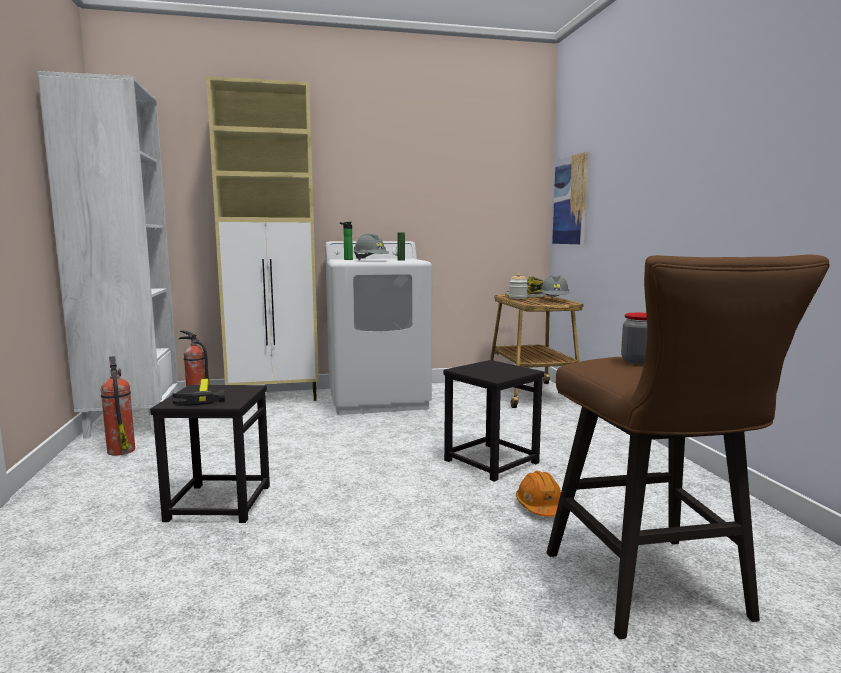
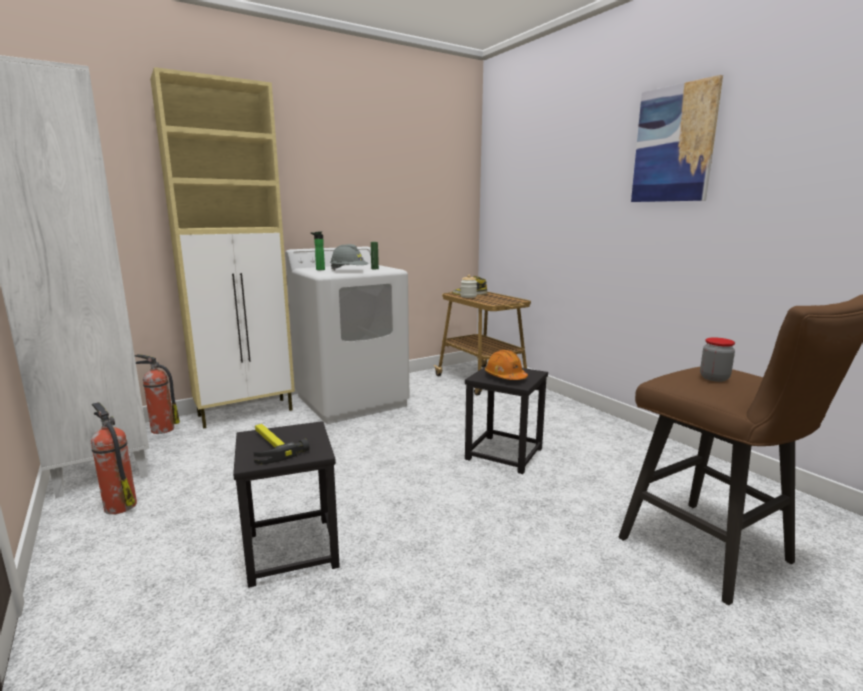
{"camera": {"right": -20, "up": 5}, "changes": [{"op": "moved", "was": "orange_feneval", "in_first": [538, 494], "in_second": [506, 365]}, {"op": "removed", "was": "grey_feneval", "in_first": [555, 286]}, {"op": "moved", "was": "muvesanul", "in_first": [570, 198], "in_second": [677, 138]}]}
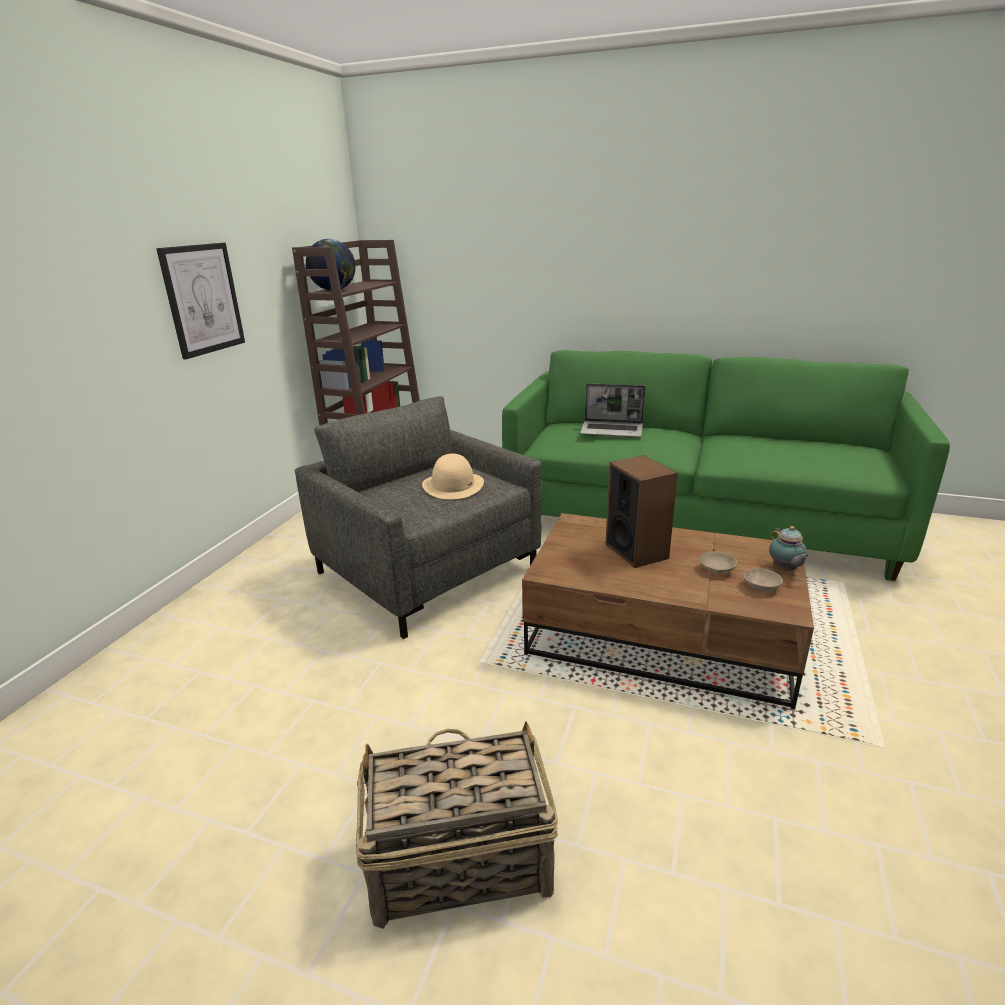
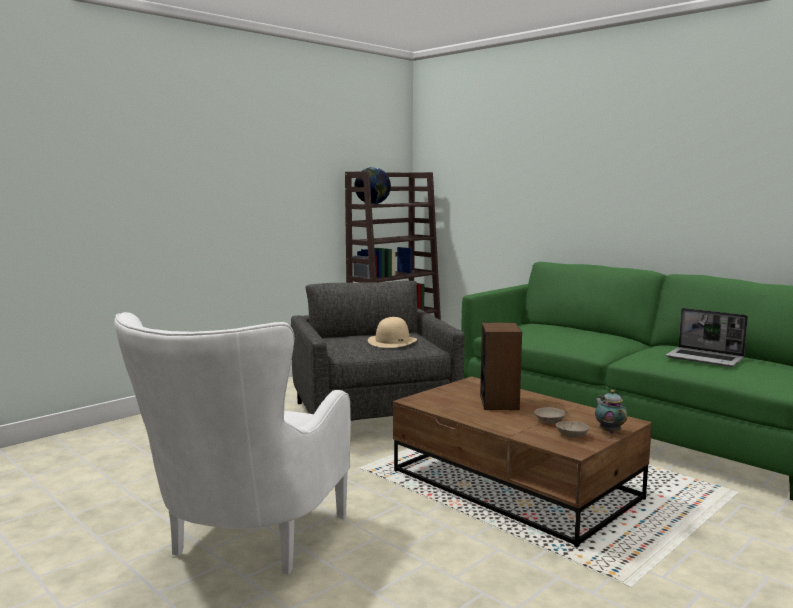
{"camera": {"right": 25, "up": -15}, "changes": [{"op": "removed", "was": "muvesanul", "in_first": [200, 301]}, {"op": "replaced", "was": "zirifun", "now": "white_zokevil", "in_first": [457, 825], "in_second": [232, 443]}, {"op": "moved", "was": "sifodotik", "in_first": [613, 410], "in_second": [707, 337]}, {"op": "turned", "was": "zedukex", "in_first": [789, 548], "in_second": [611, 412], "clockwise": 150}]}
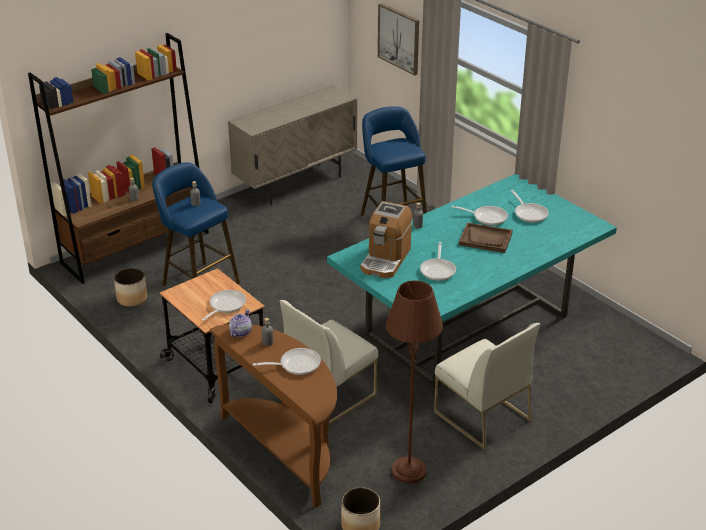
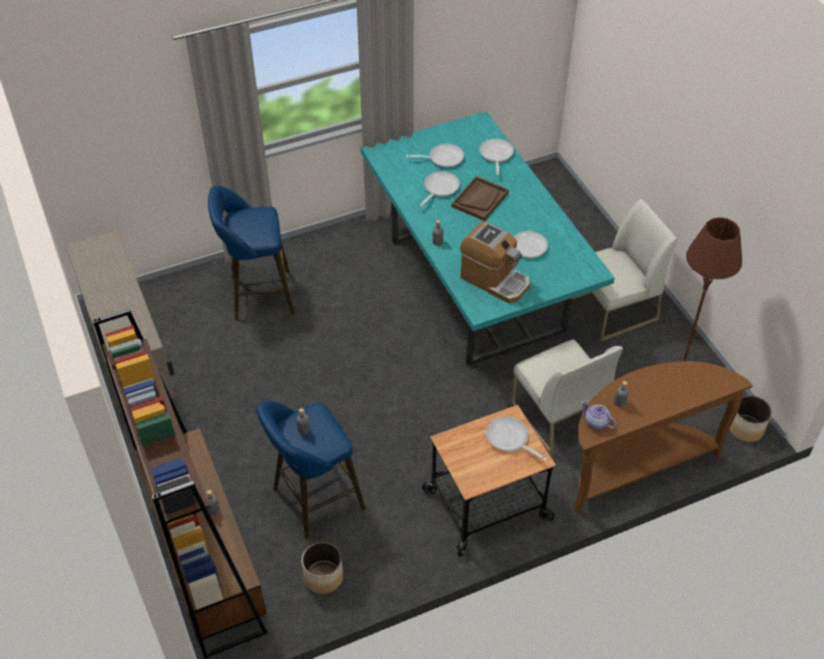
{"camera": {"right": -75, "up": 15}, "changes": [{"op": "moved", "was": "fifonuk", "in_first": [287, 361], "in_second": [496, 157]}, {"op": "removed", "was": "muvesanul", "in_first": [398, 39]}]}
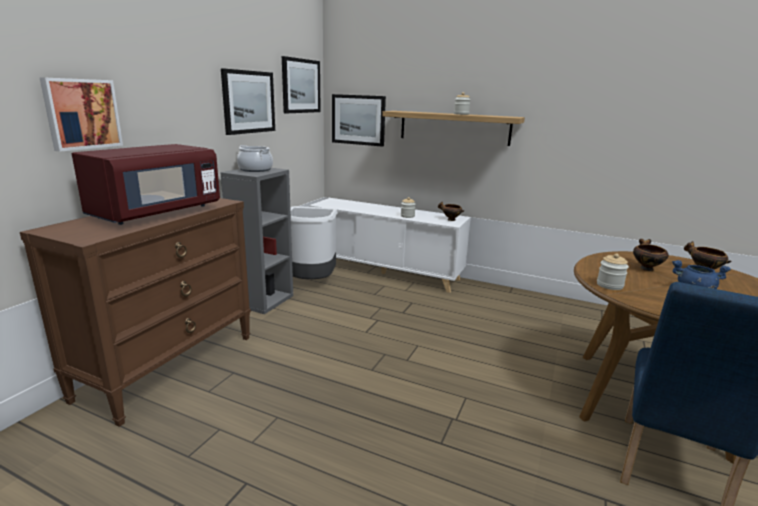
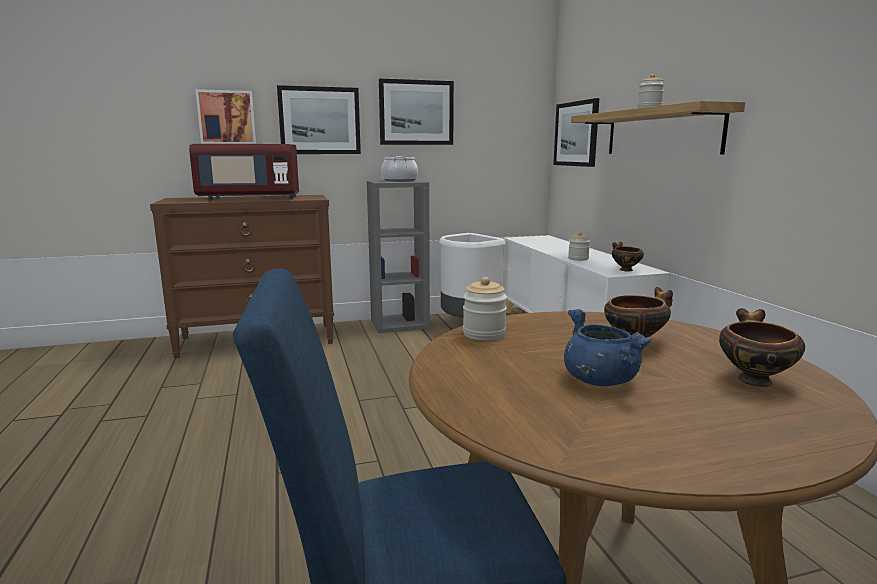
{"camera": {"right": 50, "up": -5}, "changes": [{"op": "moved", "was": "muvesanul", "in_first": [301, 85], "in_second": [319, 119]}]}
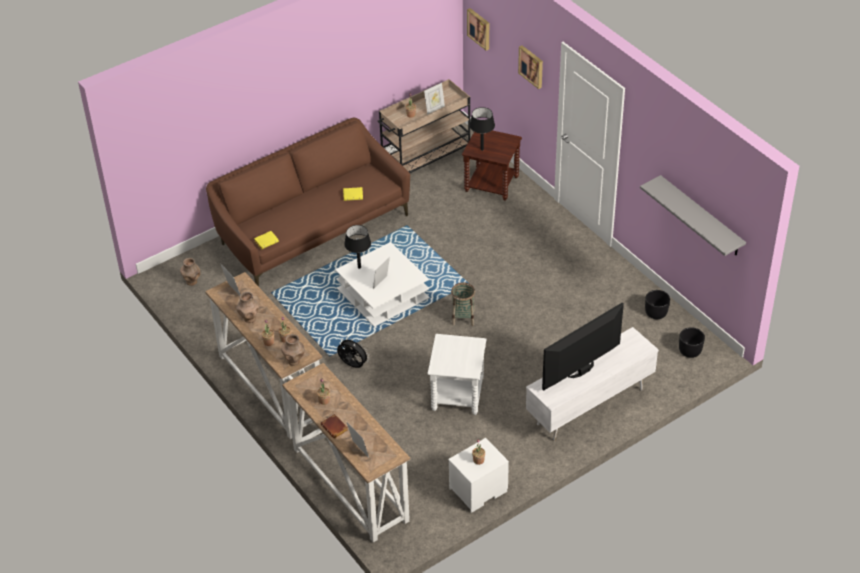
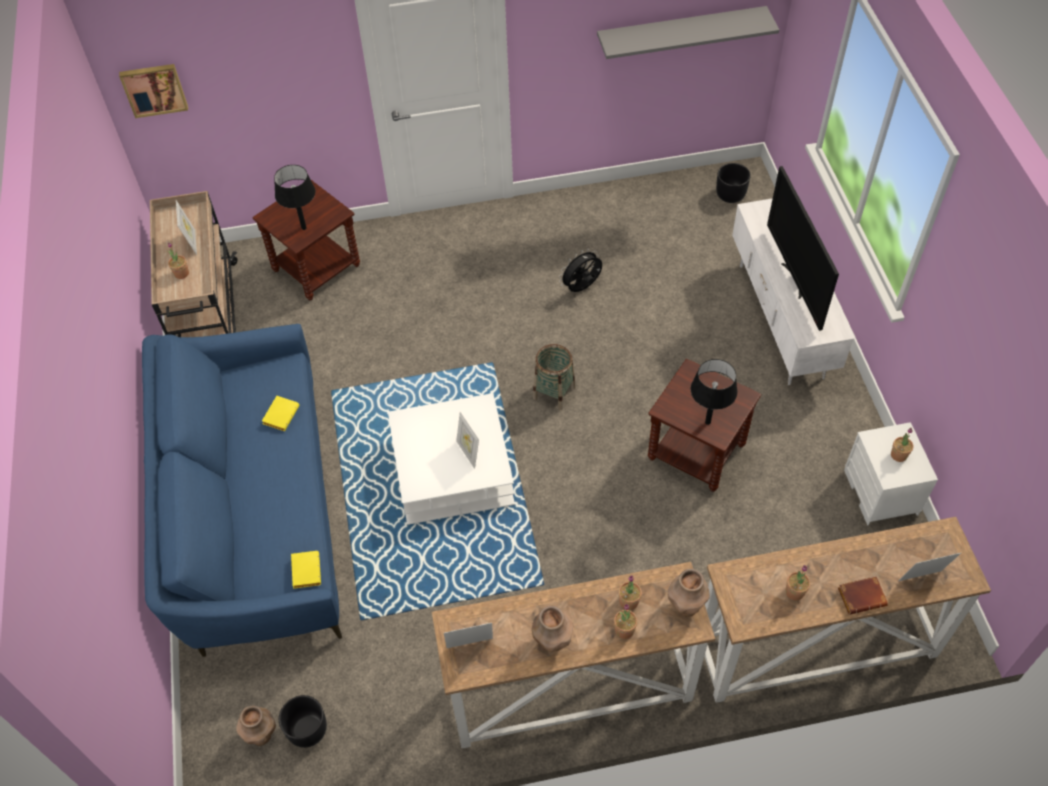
{"camera": {"right": -65, "up": 10}, "changes": [{"op": "recoloured", "was": "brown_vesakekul", "now": "blue_vesakekul", "in_first": [308, 202], "in_second": [242, 490]}, {"op": "moved", "was": "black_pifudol", "in_first": [353, 352], "in_second": [580, 270]}, {"op": "moved", "was": "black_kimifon", "in_first": [357, 247], "in_second": [714, 392]}, {"op": "recoloured", "was": "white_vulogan", "now": "brown_vulogan", "in_first": [457, 374], "in_second": [704, 425]}, {"op": "removed", "was": "muvesanul", "in_first": [530, 67]}, {"op": "moved", "was": "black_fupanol", "in_first": [657, 304], "in_second": [303, 721]}]}
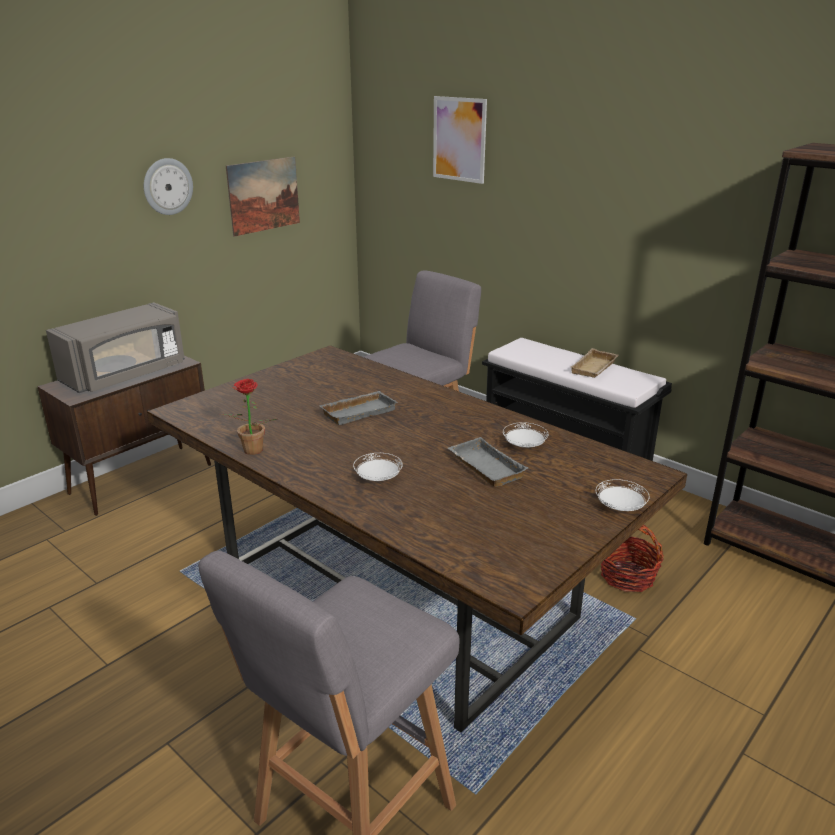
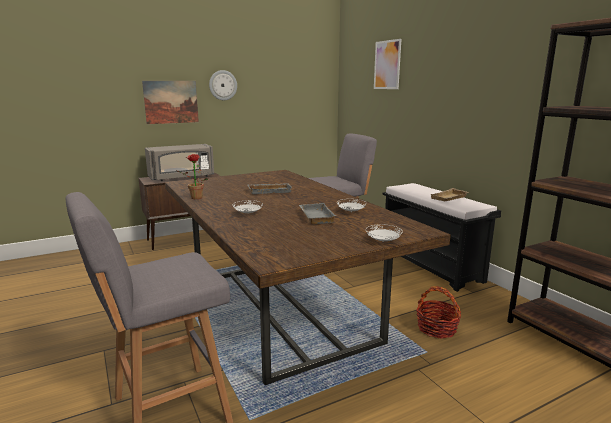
{"camera": {"right": 20, "up": -10}, "changes": [{"op": "moved", "was": "muvesanul", "in_first": [263, 197], "in_second": [170, 102]}]}
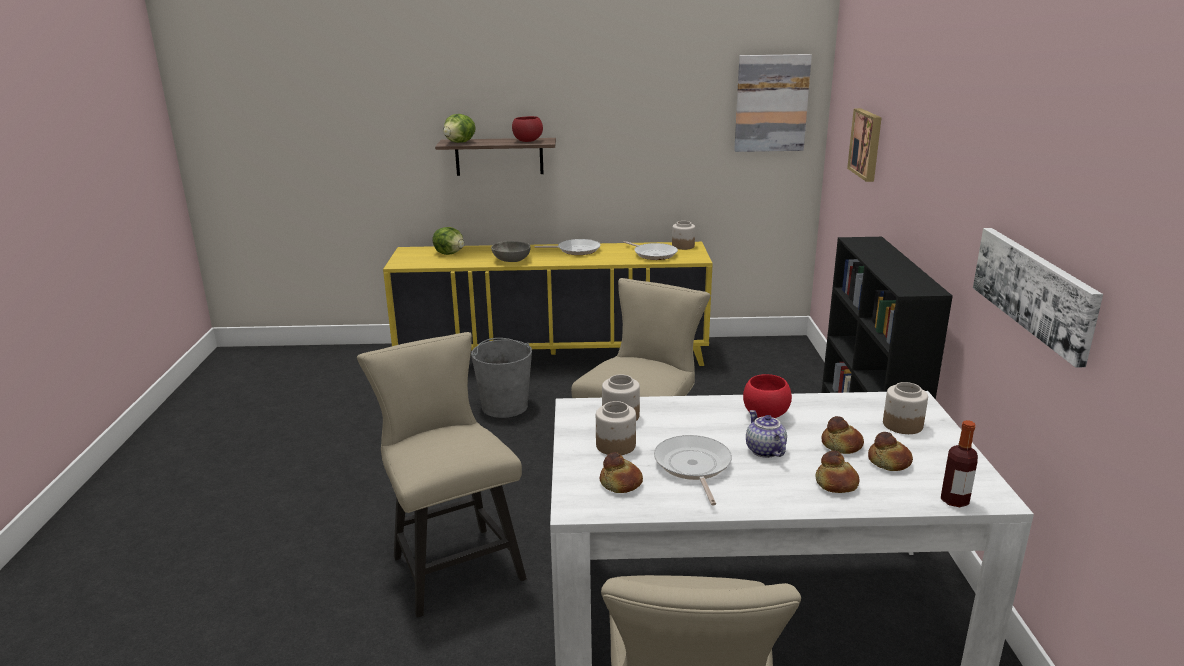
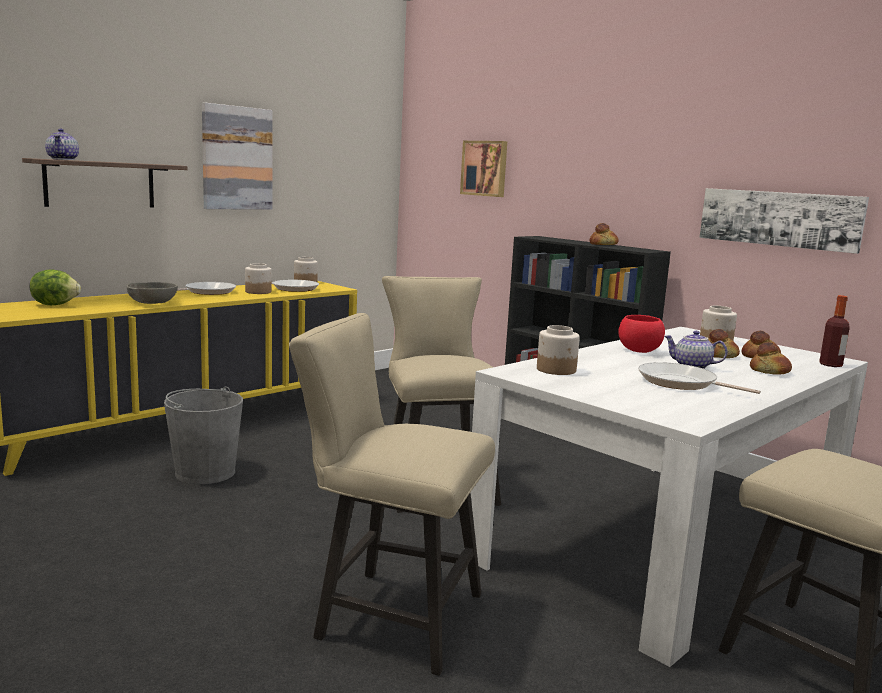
{"camera": {"right": -45, "up": -10}, "changes": [{"op": "replaced", "was": "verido", "now": "zedukex", "in_first": [459, 128], "in_second": [62, 144]}, {"op": "removed", "was": "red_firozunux", "in_first": [527, 129]}, {"op": "moved", "was": "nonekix", "in_first": [616, 428], "in_second": [258, 278]}, {"op": "moved", "was": "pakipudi", "in_first": [621, 472], "in_second": [604, 234]}, {"op": "moved", "was": "muvesanul", "in_first": [773, 103], "in_second": [237, 156]}]}
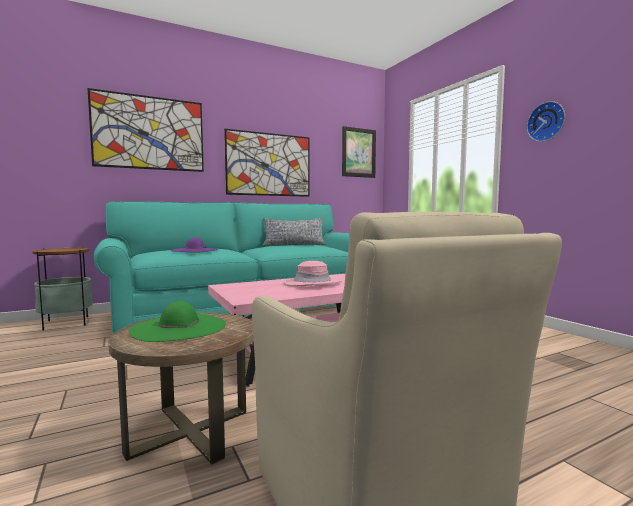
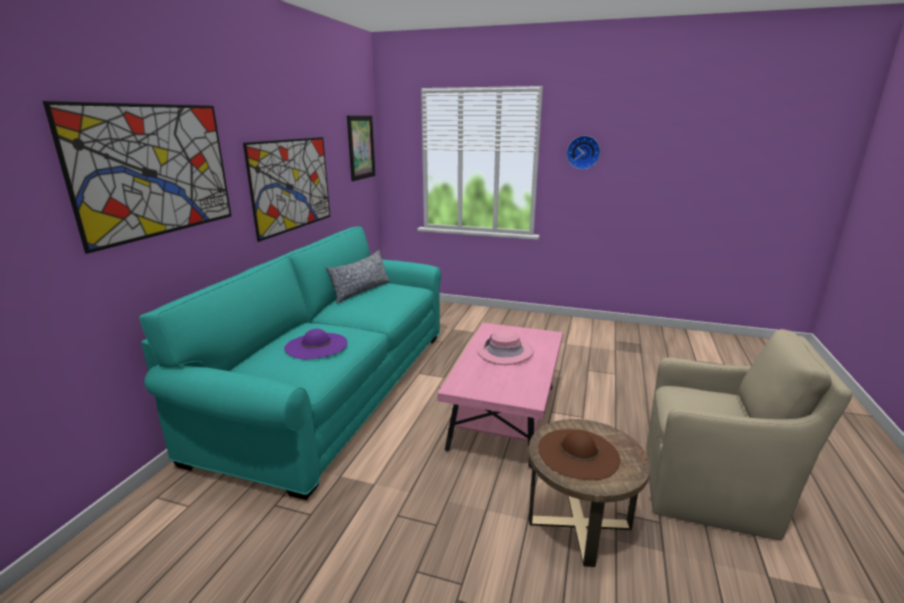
{"camera": {"right": -45, "up": 15}, "changes": [{"op": "removed", "was": "vulogan", "in_first": [62, 288]}, {"op": "recoloured", "was": "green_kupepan", "now": "brown_kupepan", "in_first": [177, 321], "in_second": [579, 454]}]}
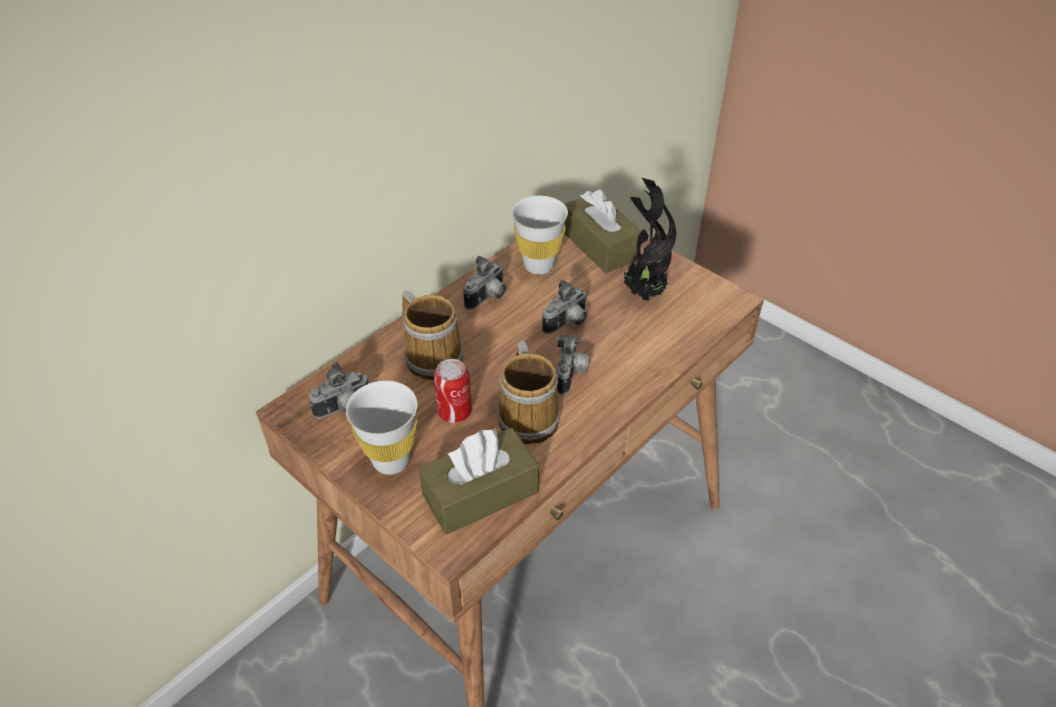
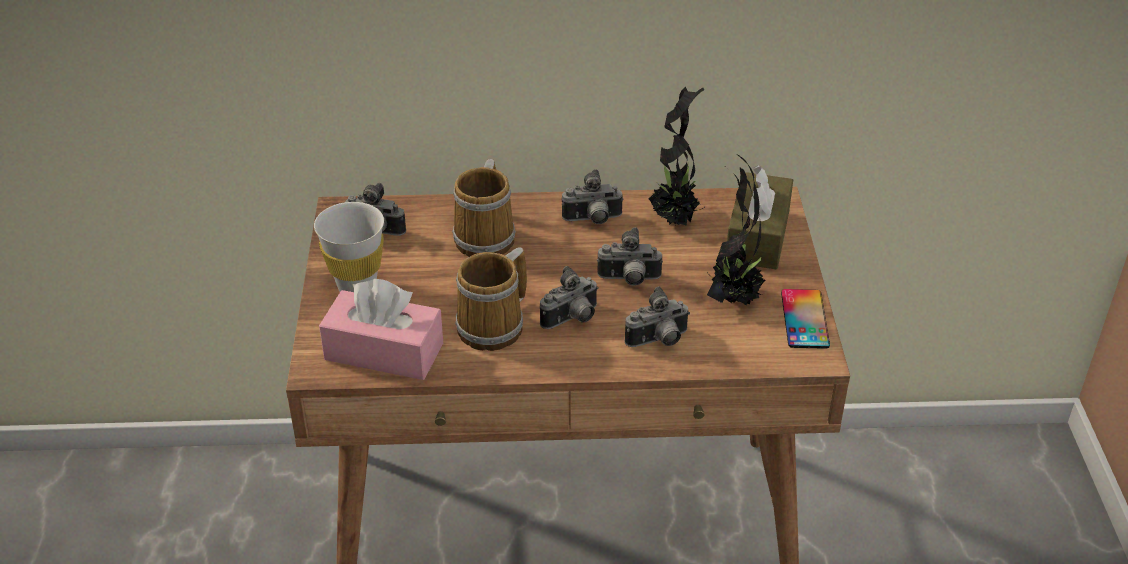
{"camera": {"right": 45, "up": -5}, "changes": [{"op": "recoloured", "was": "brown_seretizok", "now": "pink_seretizok", "in_first": [479, 481], "in_second": [381, 329]}, {"op": "removed", "was": "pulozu", "in_first": [453, 391]}, {"op": "replaced", "was": "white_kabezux", "now": "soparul", "in_first": [540, 235], "in_second": [677, 156]}, {"op": "added", "now": "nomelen", "in_second": [657, 316]}, {"op": "added", "now": "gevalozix", "in_second": [805, 319]}]}
